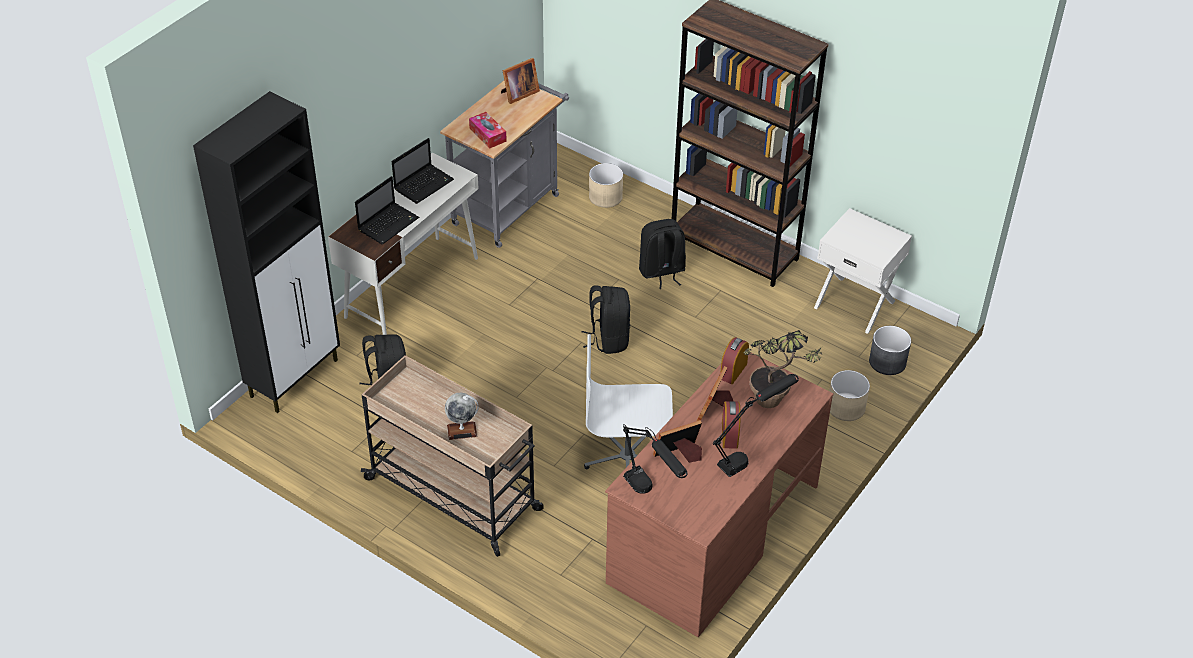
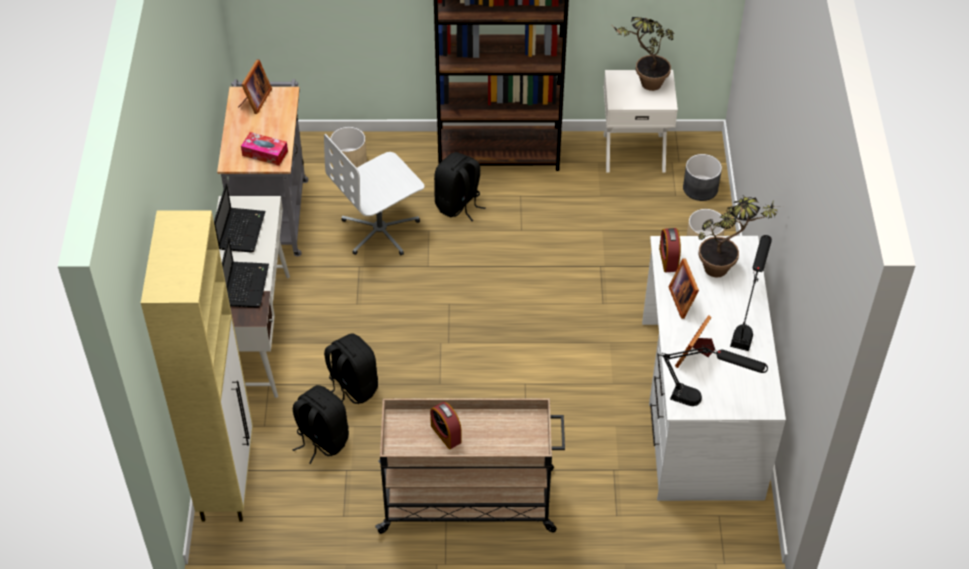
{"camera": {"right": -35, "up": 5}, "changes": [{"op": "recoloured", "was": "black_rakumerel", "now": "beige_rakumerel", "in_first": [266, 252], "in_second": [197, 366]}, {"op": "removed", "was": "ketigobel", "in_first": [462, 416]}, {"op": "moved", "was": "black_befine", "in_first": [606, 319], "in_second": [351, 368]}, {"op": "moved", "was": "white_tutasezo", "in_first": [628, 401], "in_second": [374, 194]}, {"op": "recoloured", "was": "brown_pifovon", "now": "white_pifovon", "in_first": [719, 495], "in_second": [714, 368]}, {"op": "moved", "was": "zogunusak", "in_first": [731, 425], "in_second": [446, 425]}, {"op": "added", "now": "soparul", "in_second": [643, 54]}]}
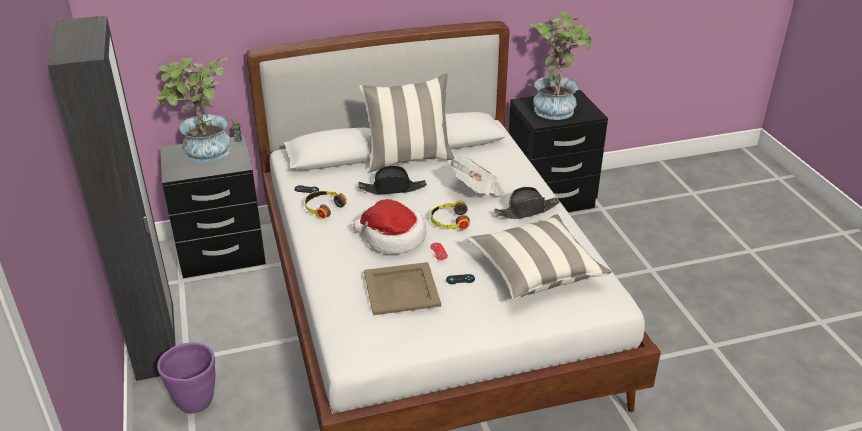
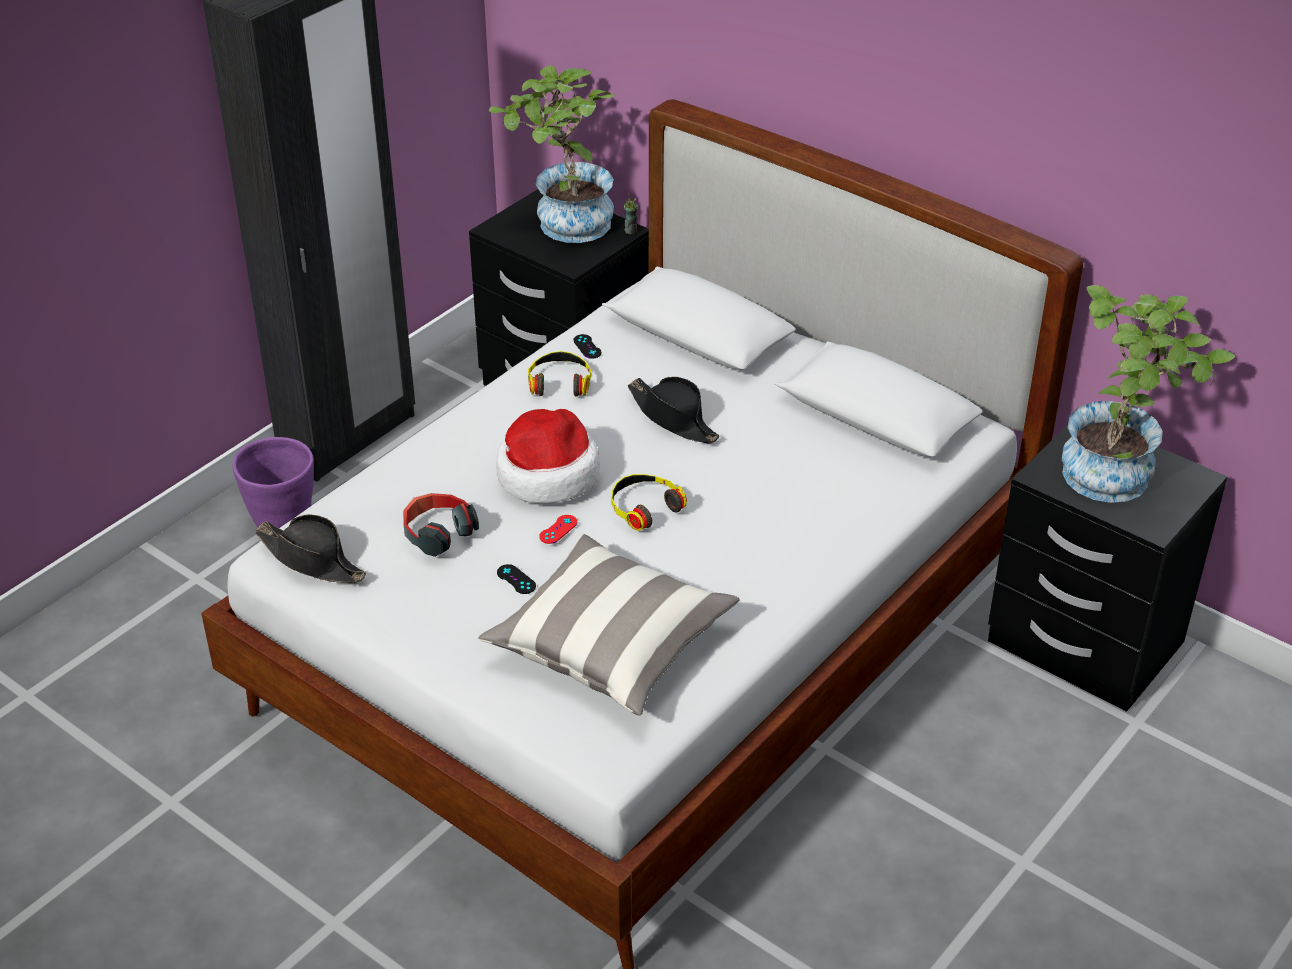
{"camera": {"right": 55, "up": 5}, "changes": [{"op": "removed", "was": "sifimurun", "in_first": [406, 123]}, {"op": "replaced", "was": "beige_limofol", "now": "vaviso", "in_first": [402, 288], "in_second": [441, 525]}, {"op": "removed", "was": "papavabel", "in_first": [477, 177]}, {"op": "moved", "was": "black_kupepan", "in_first": [526, 203], "in_second": [310, 548]}]}
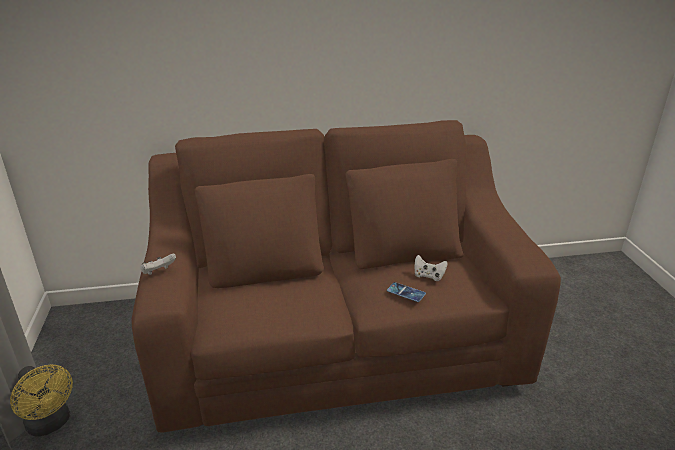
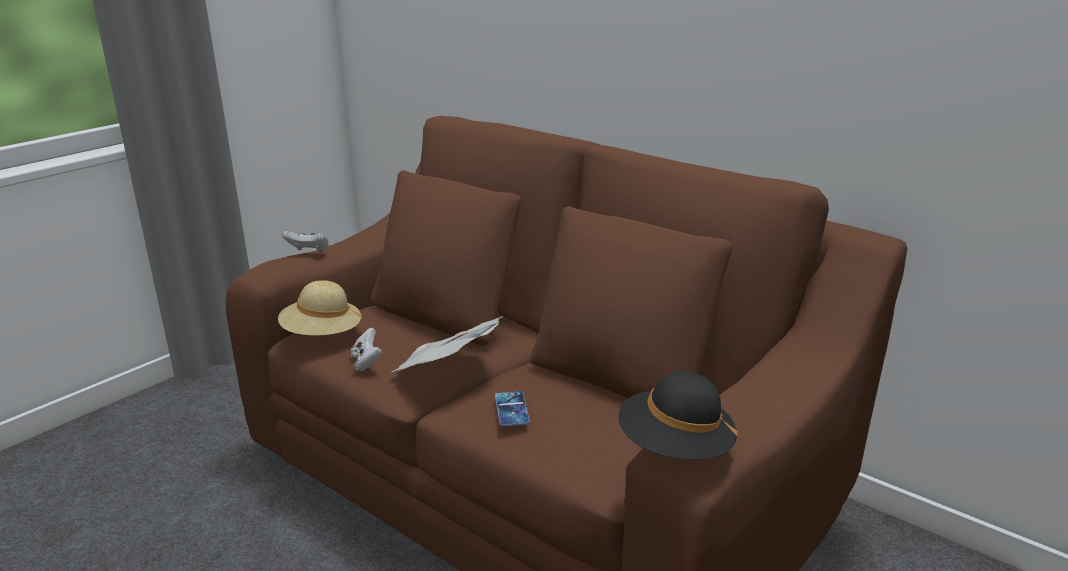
{"camera": {"right": 50, "up": -5}, "changes": [{"op": "removed", "was": "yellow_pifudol", "in_first": [41, 400]}, {"op": "moved", "was": "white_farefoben", "in_first": [430, 268], "in_second": [366, 349]}, {"op": "added", "now": "beige_kupepan", "in_second": [321, 308]}, {"op": "added", "now": "papavabel", "in_second": [447, 344]}, {"op": "added", "now": "black_kupepan", "in_second": [678, 415]}]}
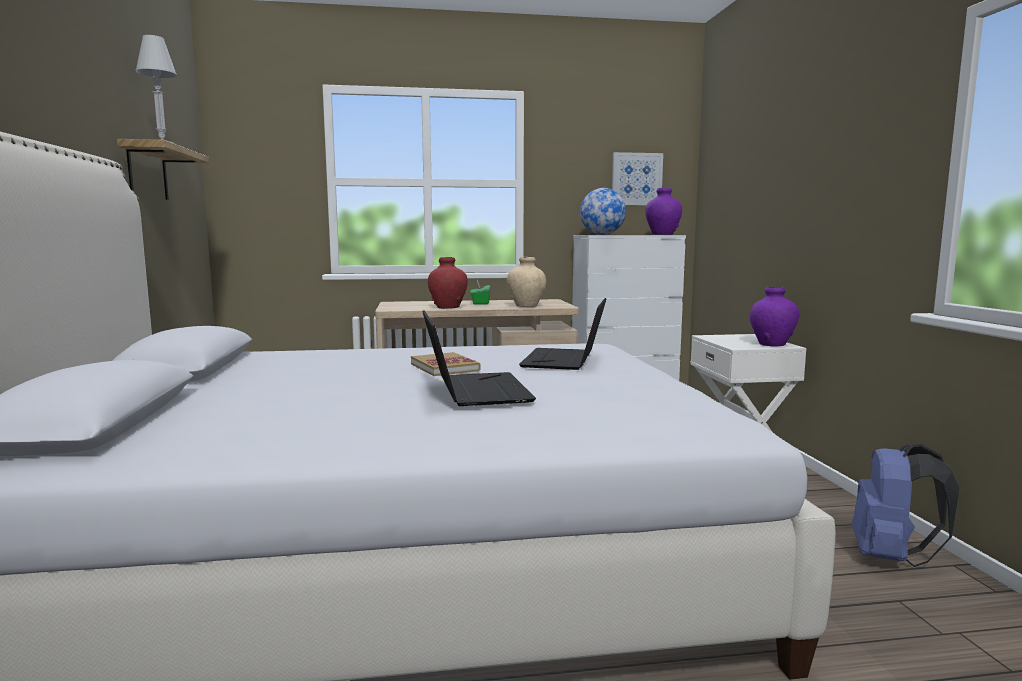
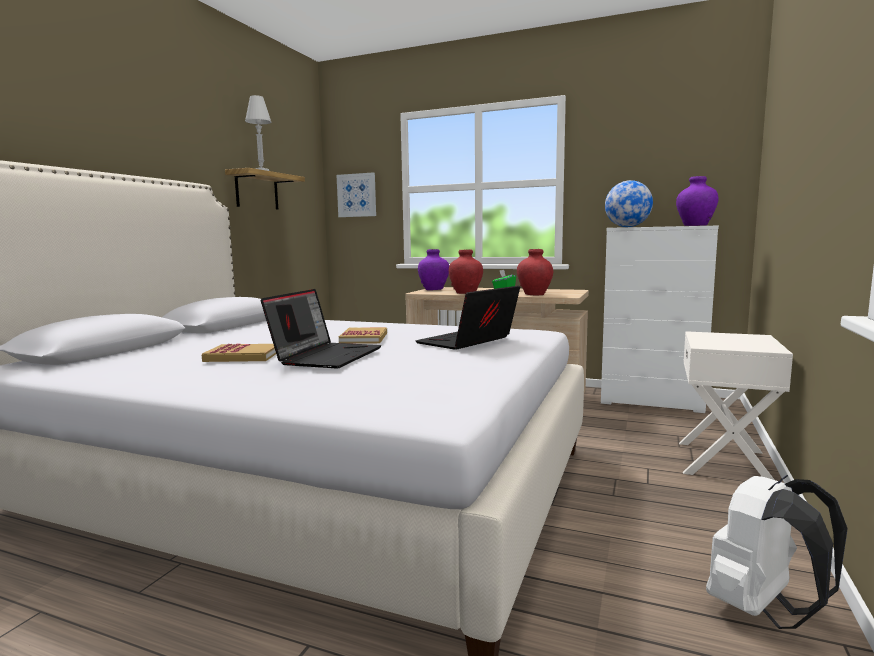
{"camera": {"right": 30, "up": 0}, "changes": [{"op": "recoloured", "was": "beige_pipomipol", "now": "red_pipomipol", "in_first": [526, 282], "in_second": [535, 272]}, {"op": "moved", "was": "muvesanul", "in_first": [637, 178], "in_second": [356, 195]}, {"op": "moved", "was": "purple_pipomipol", "in_first": [774, 317], "in_second": [433, 269]}, {"op": "recoloured", "was": "blue_befine", "now": "white_befine", "in_first": [905, 505], "in_second": [776, 552]}, {"op": "added", "now": "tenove", "in_second": [239, 353]}]}
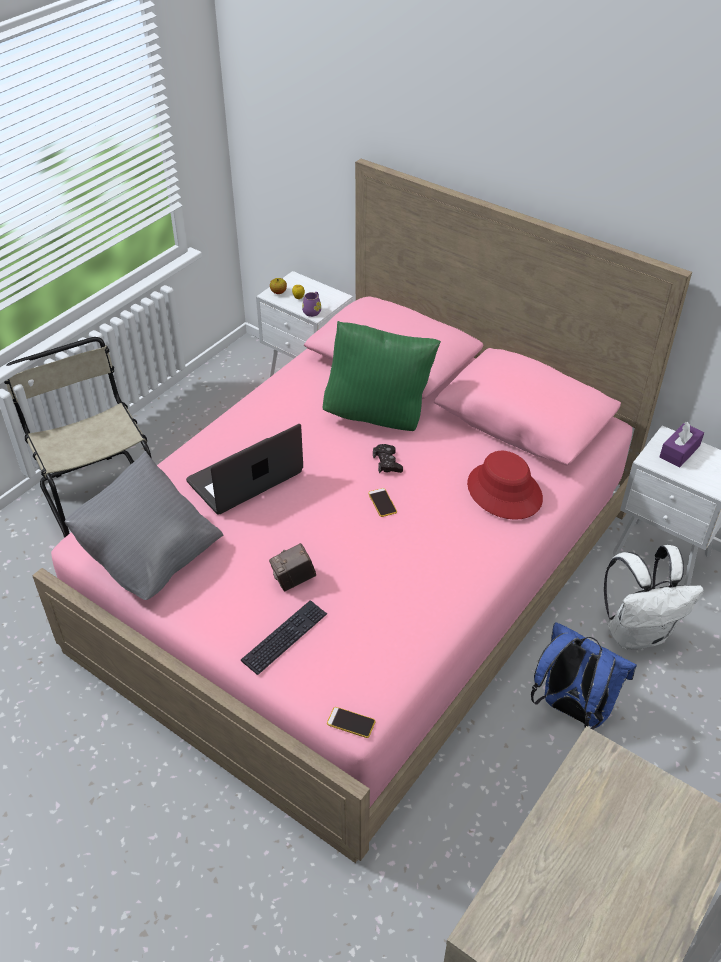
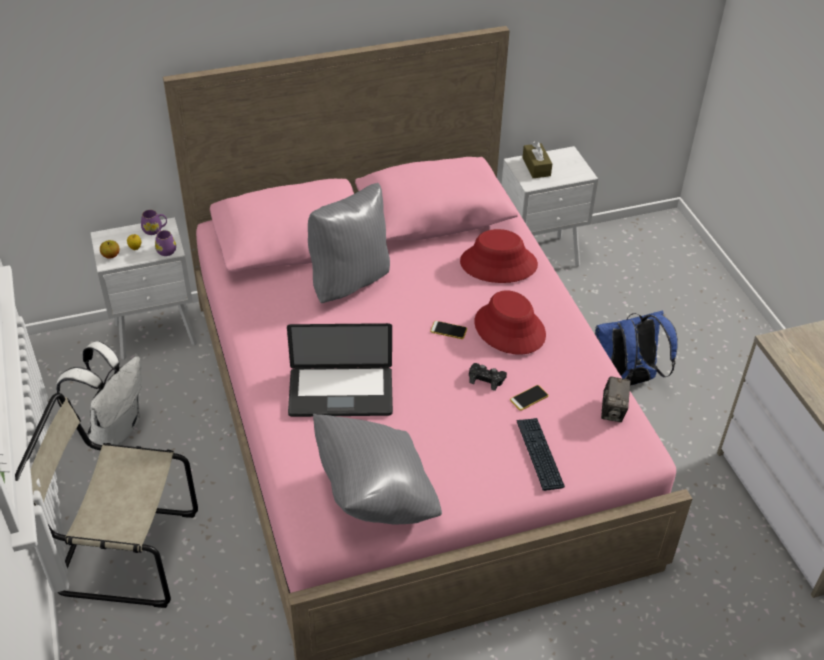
{"camera": {"right": -55, "up": 0}, "changes": [{"op": "turned", "was": "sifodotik", "in_first": [244, 469], "in_second": [340, 370], "clockwise": -90}, {"op": "moved", "was": "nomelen", "in_first": [292, 567], "in_second": [616, 399]}, {"op": "recoloured", "was": "green_sifimurun", "now": "grey_sifimurun", "in_first": [382, 376], "in_second": [349, 243]}, {"op": "moved", "was": "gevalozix", "in_first": [351, 722], "in_second": [529, 398]}, {"op": "moved", "was": "black_farefoben", "in_first": [388, 459], "in_second": [488, 377]}, {"op": "moved", "was": "white_befine", "in_first": [654, 597], "in_second": [99, 393]}, {"op": "recoloured", "was": "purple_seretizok", "now": "brown_seretizok", "in_first": [682, 445], "in_second": [537, 159]}, {"op": "added", "now": "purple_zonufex", "in_second": [154, 222]}, {"op": "added", "now": "red_kupepan", "in_second": [510, 322]}]}
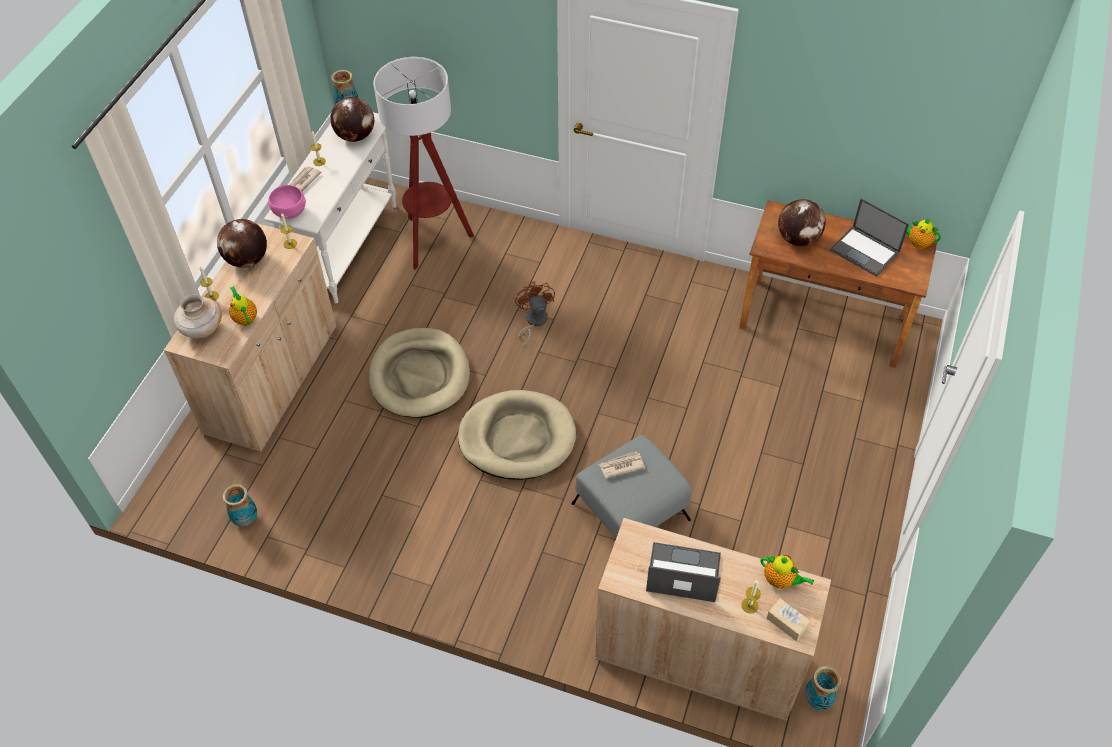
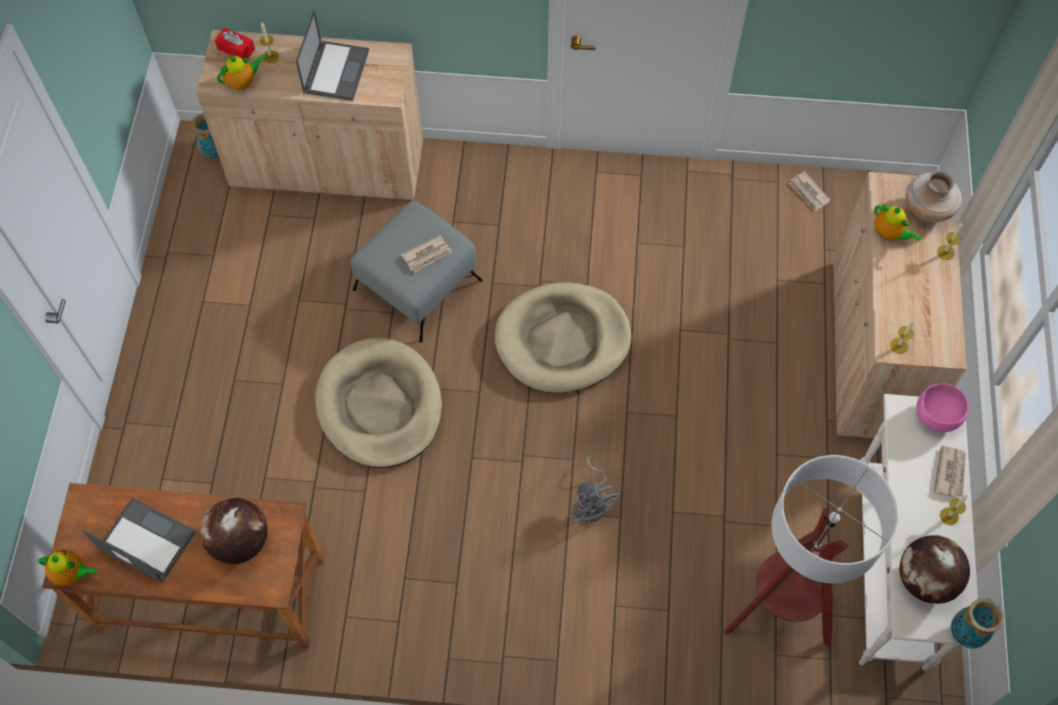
{"camera": {"right": 165, "up": 10}, "changes": [{"op": "removed", "was": "ketigobel", "in_first": [242, 243]}, {"op": "replaced", "was": "pipomipol", "now": "papavabel", "in_first": [240, 505], "in_second": [809, 191]}, {"op": "moved", "was": "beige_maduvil", "in_first": [419, 373], "in_second": [378, 403]}, {"op": "recoloured", "was": "brown_pifudol", "now": "grey_pifudol", "in_first": [535, 314], "in_second": [595, 490]}, {"op": "turned", "was": "sifodotik", "in_first": [683, 572], "in_second": [332, 55], "clockwise": -75}, {"op": "turned", "was": "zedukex", "in_first": [787, 571], "in_second": [241, 72], "clockwise": 135}, {"op": "recoloured", "was": "beige_seretizok", "now": "red_seretizok", "in_first": [788, 619], "in_second": [235, 43]}]}
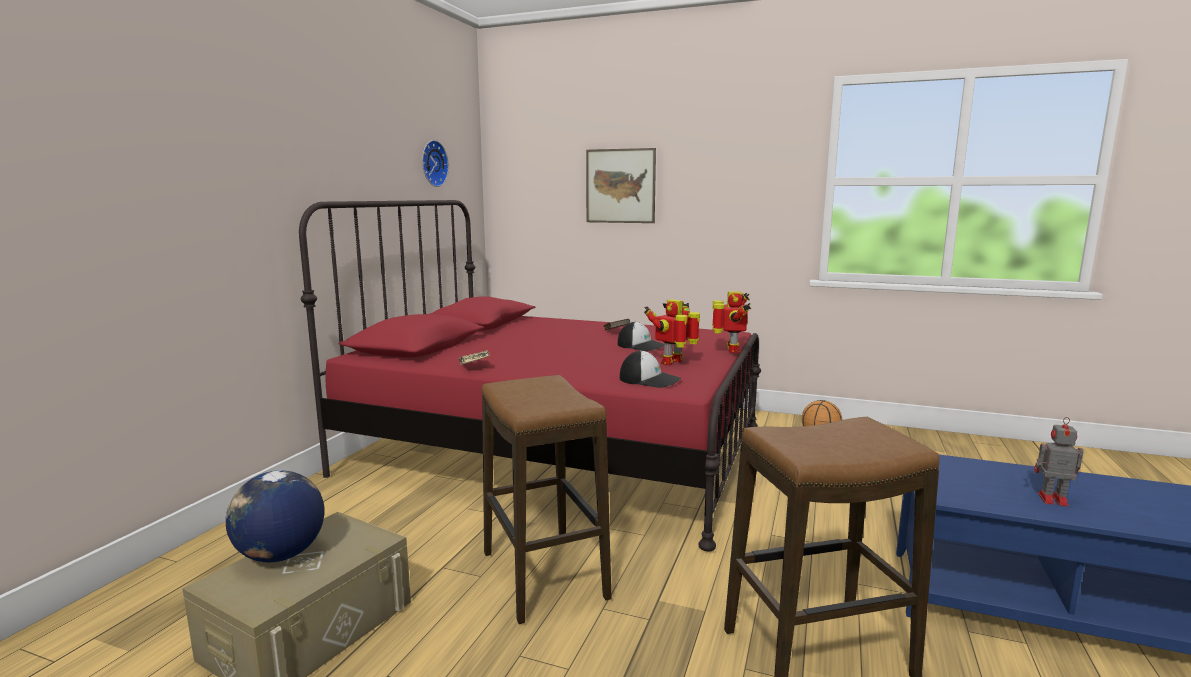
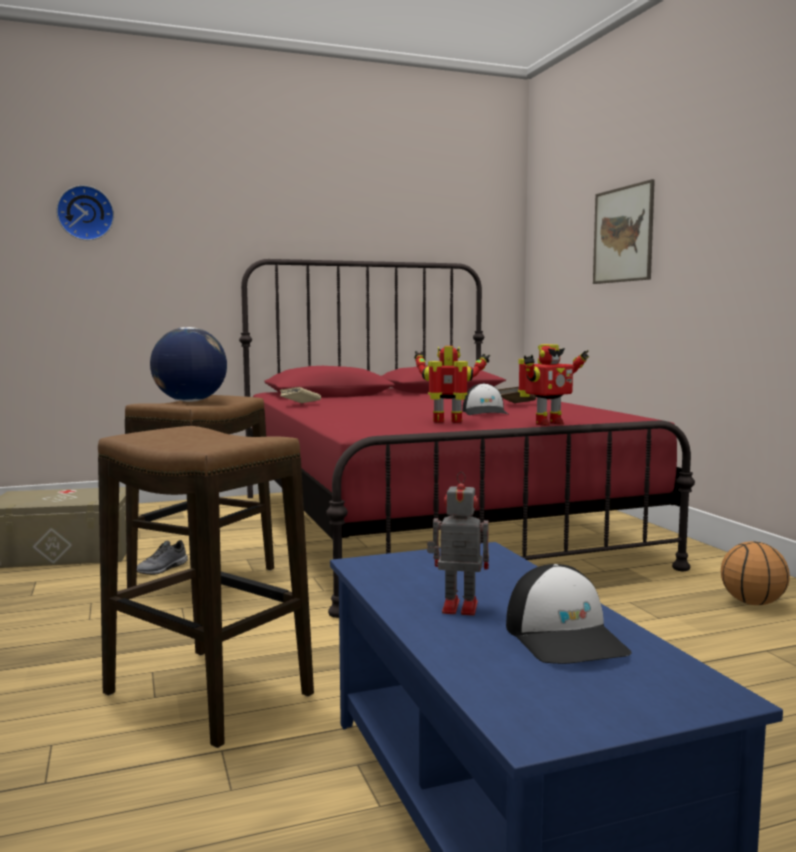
{"camera": {"right": 50, "up": -5}, "changes": [{"op": "moved", "was": "ketigobel", "in_first": [275, 516], "in_second": [188, 364]}, {"op": "moved", "was": "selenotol", "in_first": [435, 163], "in_second": [85, 213]}, {"op": "moved", "was": "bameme", "in_first": [650, 369], "in_second": [569, 614]}, {"op": "turned", "was": "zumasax", "in_first": [1059, 462], "in_second": [458, 543], "clockwise": -60}, {"op": "added", "now": "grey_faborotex", "in_second": [162, 557]}]}
